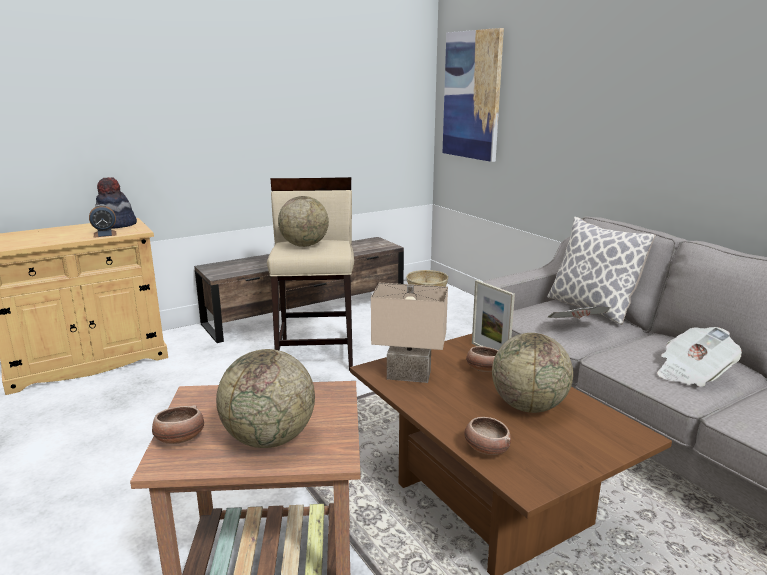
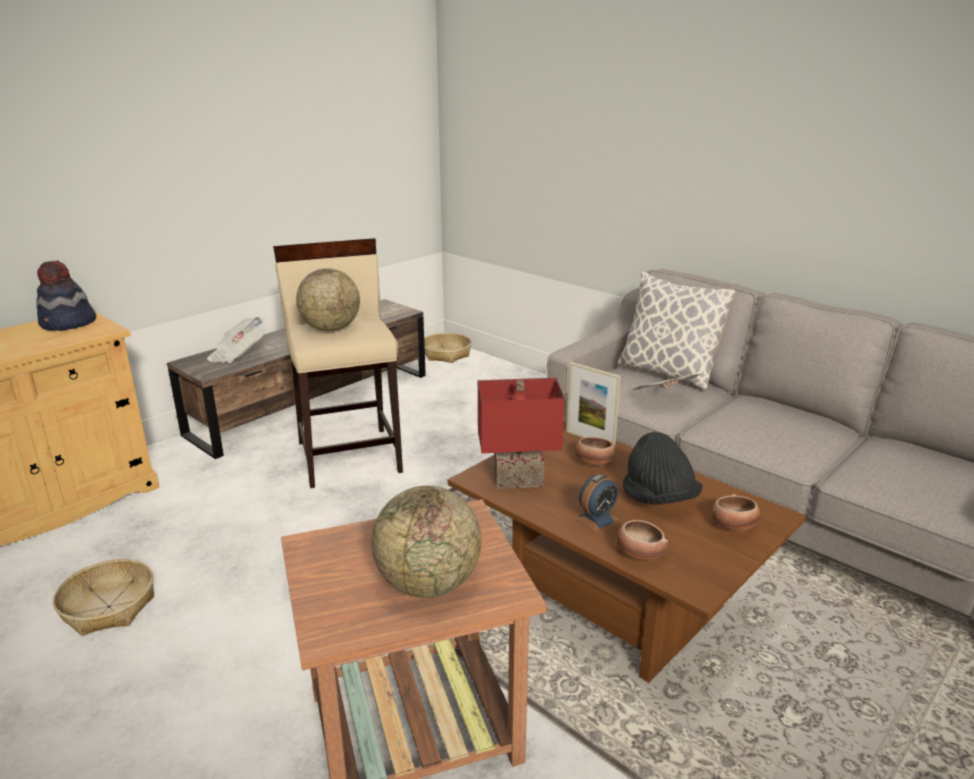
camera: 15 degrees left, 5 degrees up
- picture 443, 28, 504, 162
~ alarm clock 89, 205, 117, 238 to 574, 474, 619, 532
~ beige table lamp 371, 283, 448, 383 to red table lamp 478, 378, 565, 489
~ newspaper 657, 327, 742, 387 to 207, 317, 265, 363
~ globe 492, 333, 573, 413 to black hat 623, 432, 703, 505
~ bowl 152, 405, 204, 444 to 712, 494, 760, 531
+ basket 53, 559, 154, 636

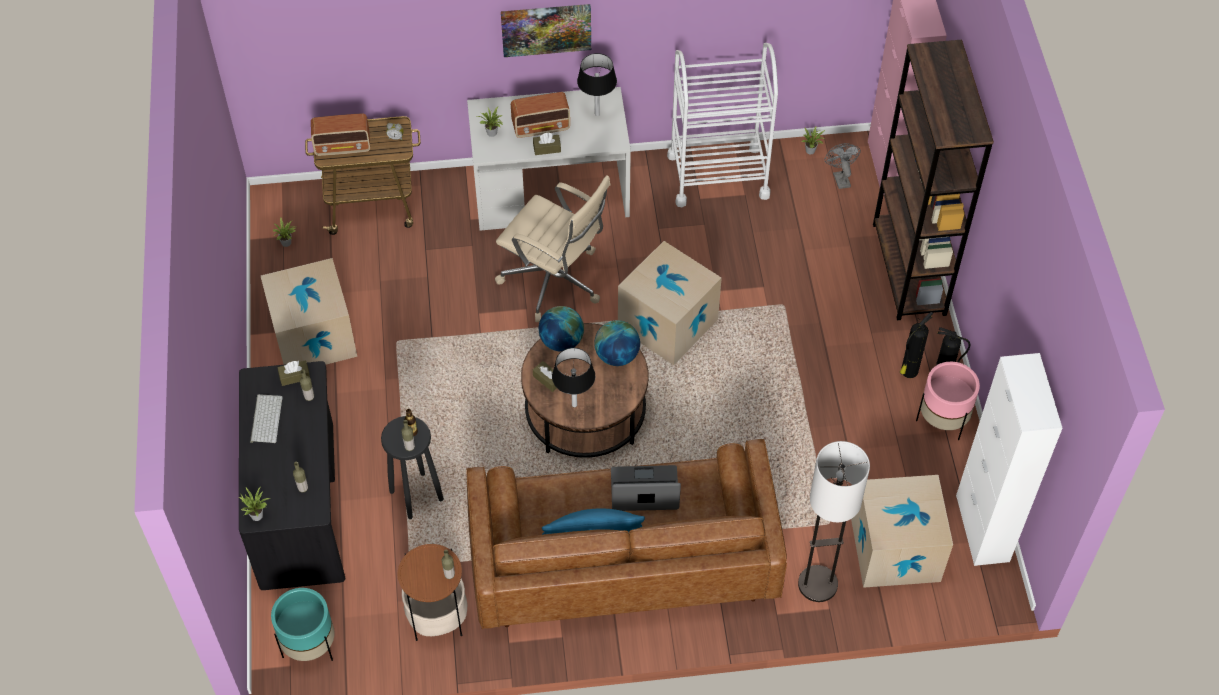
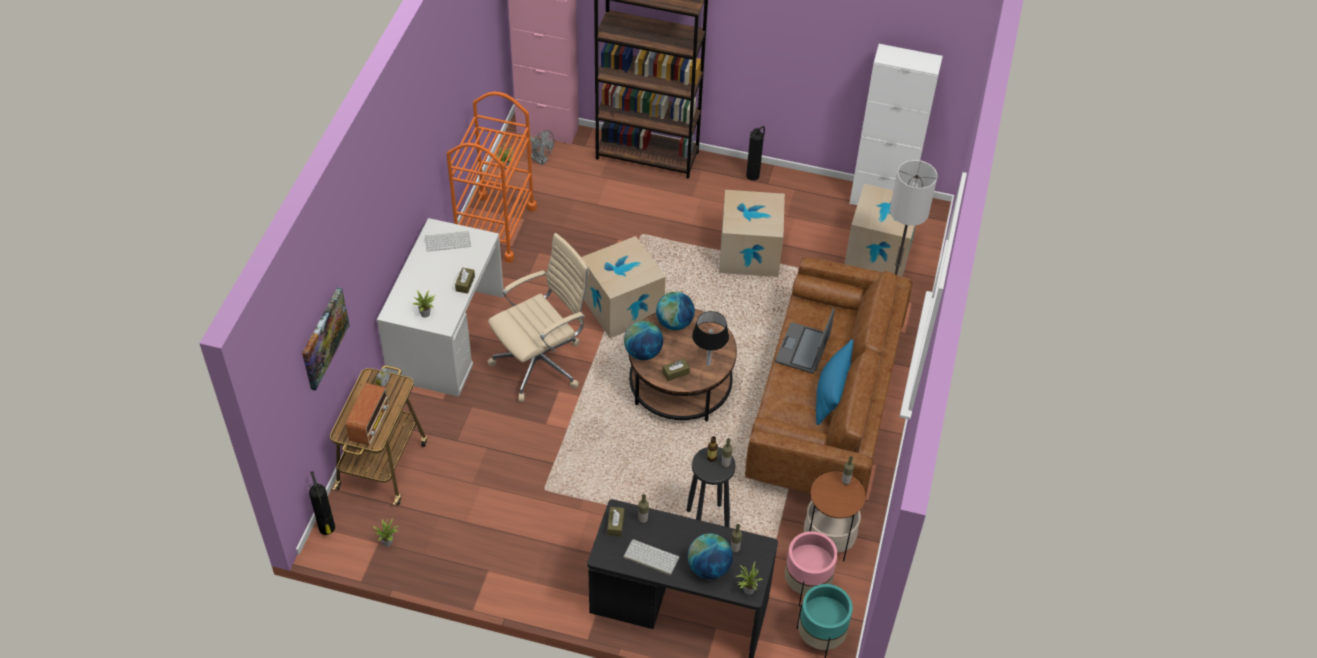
camera: 70 degrees left, 5 degrees down
~ picture 501, 4, 591, 57 to 302, 287, 350, 391
~ white cart 667, 43, 778, 207 to orange cart 447, 92, 537, 262
~ black table lamp 577, 53, 617, 116 to keyboard 425, 231, 471, 252
- radio 511, 92, 570, 138
~ grey fan 824, 143, 861, 189 = 530, 130, 554, 165 150 degrees counterclockwise
~ cardboard box 261, 258, 357, 365 to 719, 190, 785, 277
~ fire extinguisher 900, 312, 933, 378 to 309, 471, 335, 535
~ pink planter 916, 362, 980, 440 to 785, 531, 838, 606
+ globe 688, 533, 733, 579

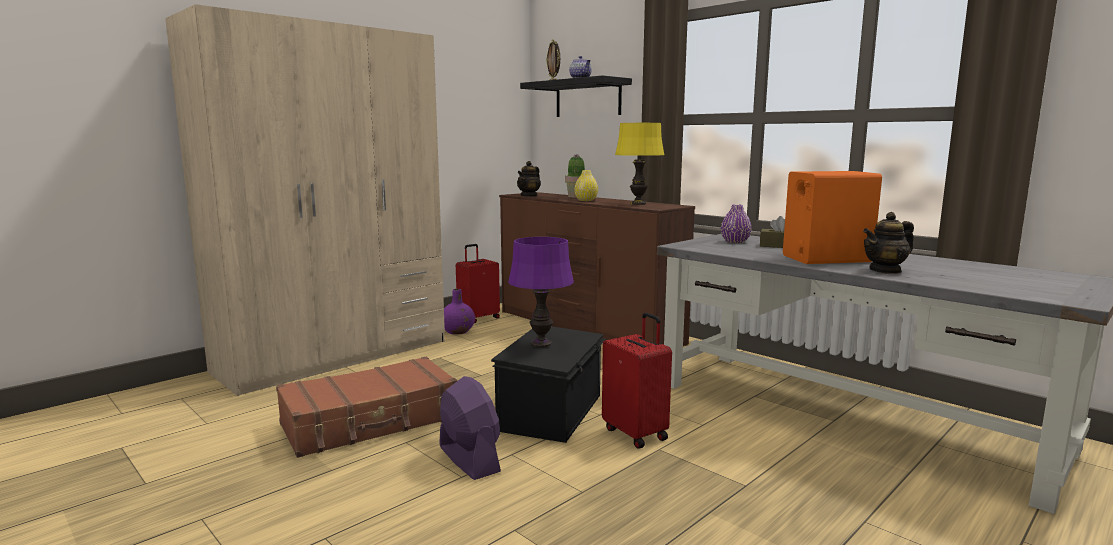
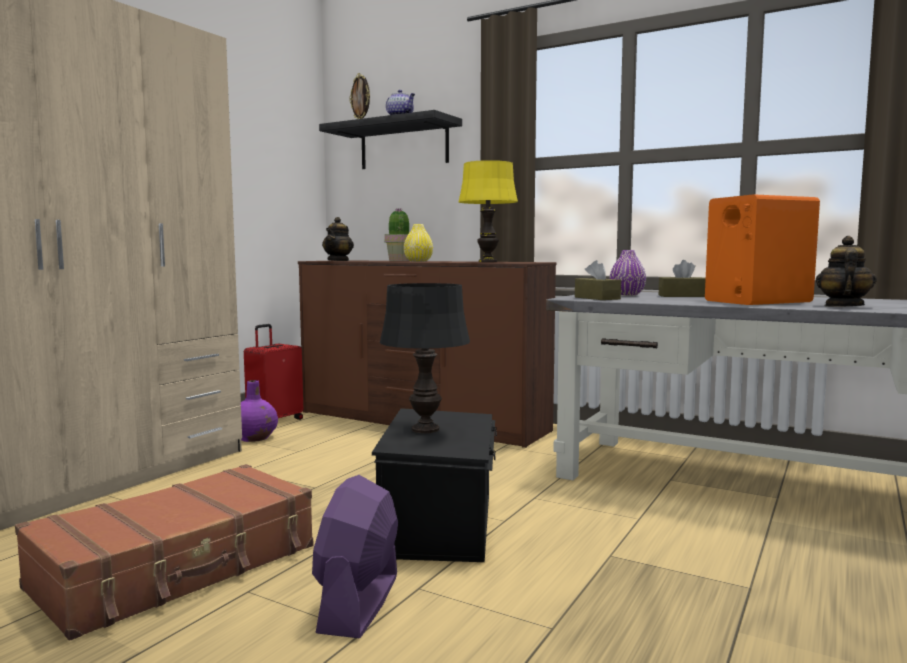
camera: 15 degrees left, 5 degrees down
~ teapot 863, 212, 914, 274 = 816, 236, 877, 307 150 degrees clockwise
~ purple table lamp 508, 237, 574, 347 to black table lamp 380, 283, 470, 433
- red suitcase 602, 313, 672, 449
~ purple fan 439, 376, 501, 480 = 312, 475, 398, 638 120 degrees counterclockwise
+ brown tissue box 575, 260, 621, 300

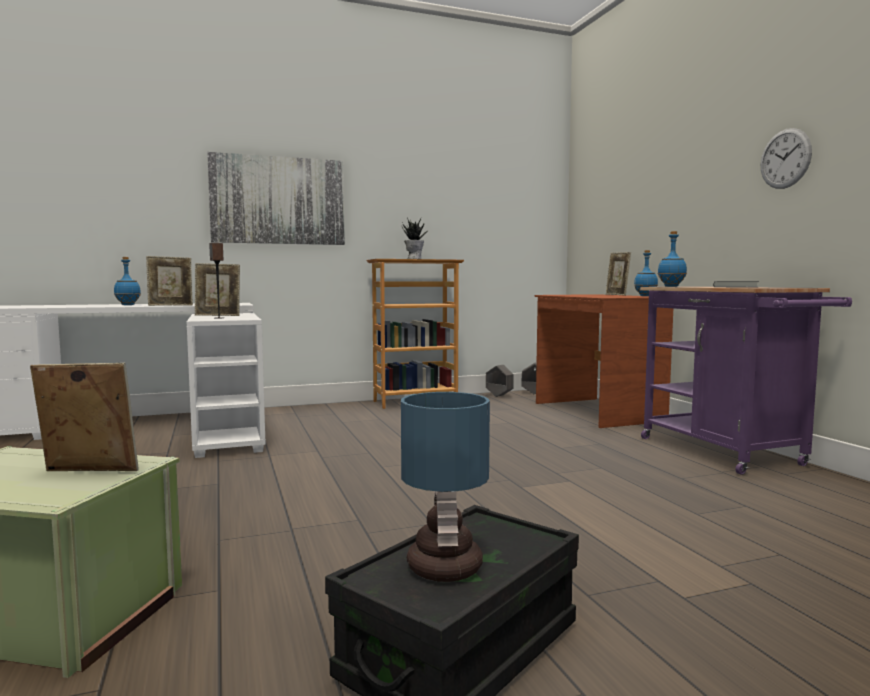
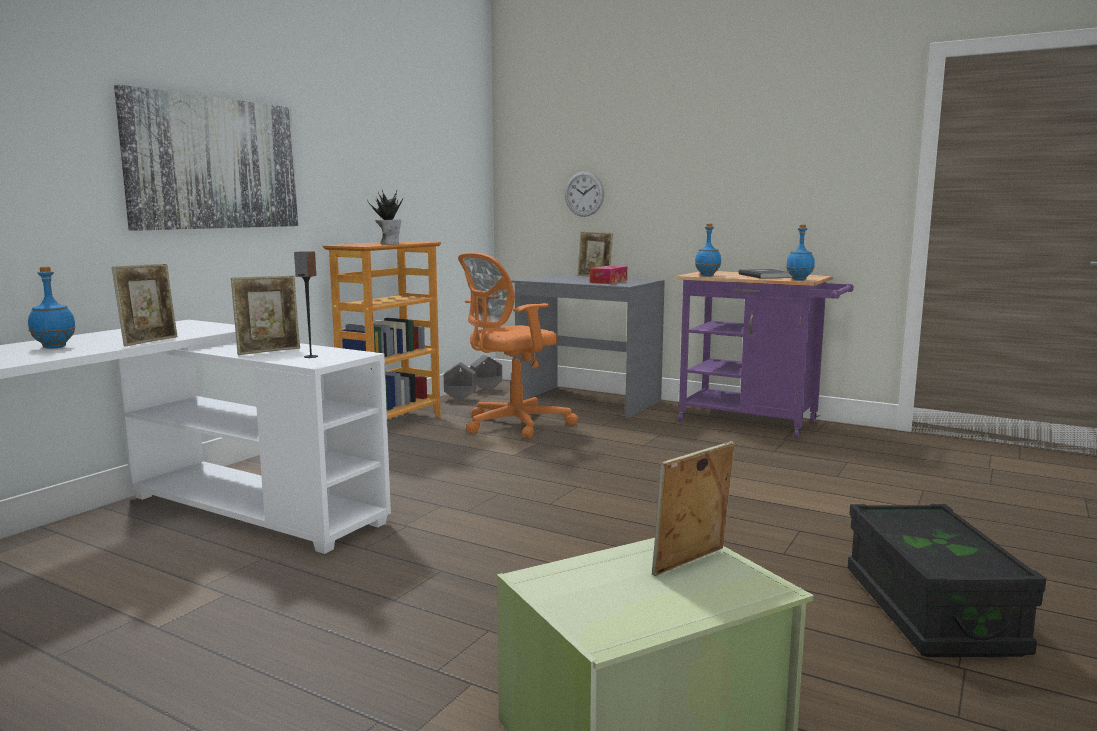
camera: 40 degrees left, 5 degrees up
~ wall clock 761, 128, 812, 189 to 565, 171, 604, 217
~ blue bottle 634, 250, 658, 296 to 786, 225, 815, 280
~ brown desk 535, 294, 673, 428 to grey desk 511, 274, 665, 418
- table lamp 401, 392, 490, 582
+ orange office chair 458, 252, 578, 438
+ tissue box 590, 266, 627, 284

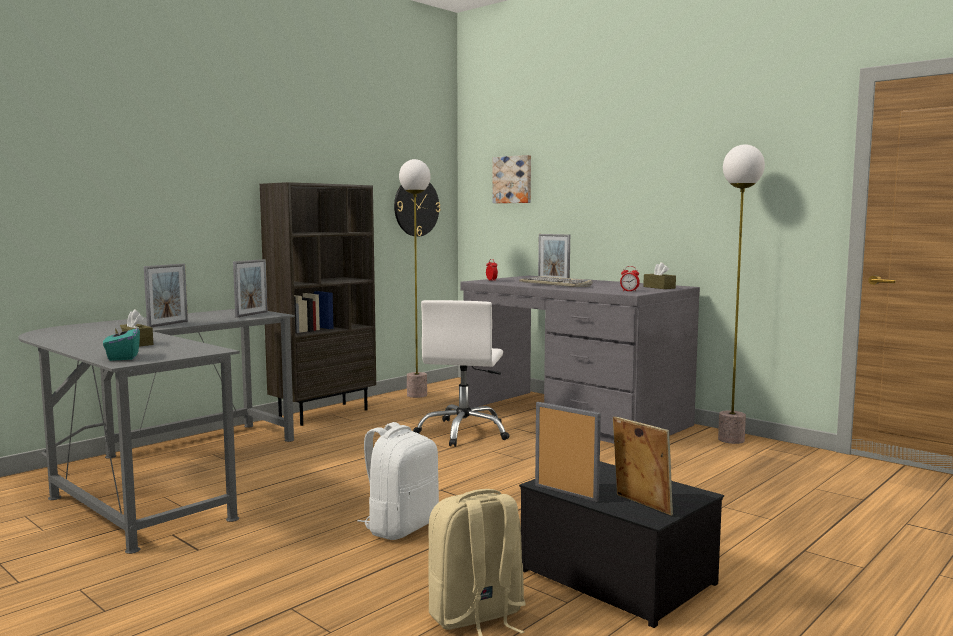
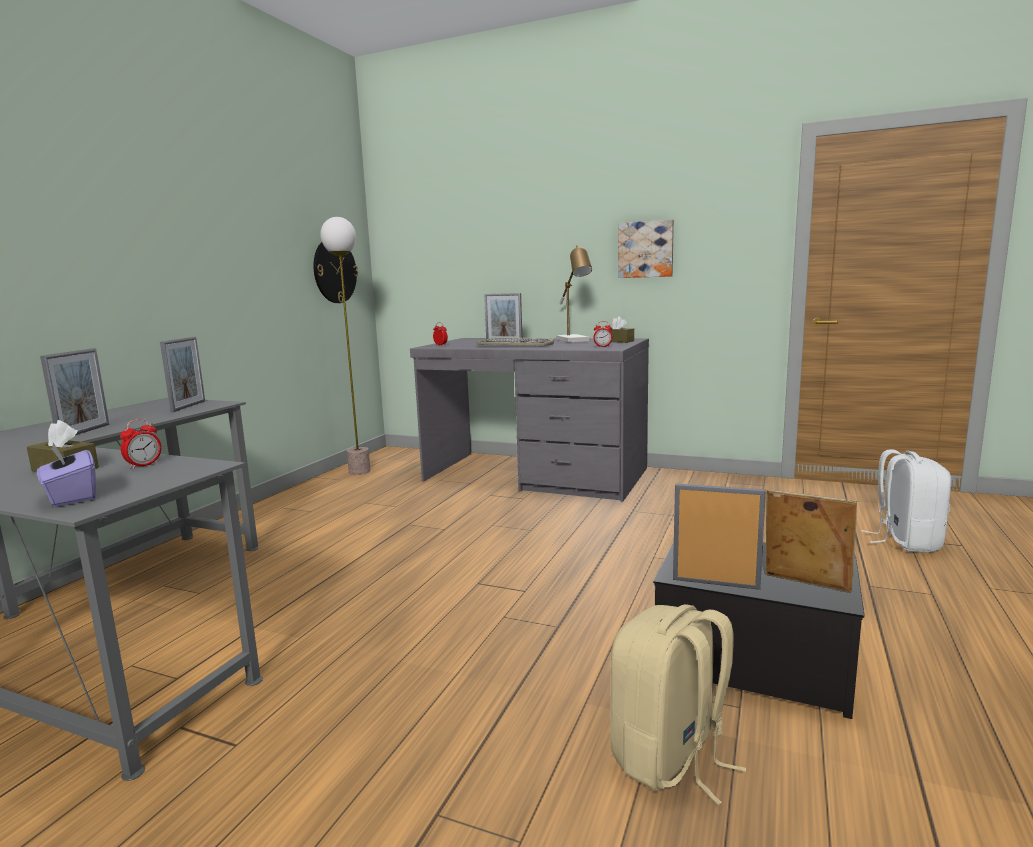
camera: 20 degrees left, 5 degrees up
- floor lamp 718, 144, 765, 444
~ picture 492, 155, 531, 203 to 618, 219, 674, 278
- brown bookcase 260, 182, 376, 426
- white office chair 413, 300, 510, 447
~ turquoise tissue box 103, 321, 140, 361 to purple tissue box 37, 443, 96, 507
~ white backpack 357, 422, 439, 540 to 861, 450, 952, 553
+ table lamp 556, 245, 592, 343
+ alarm clock 120, 419, 161, 469

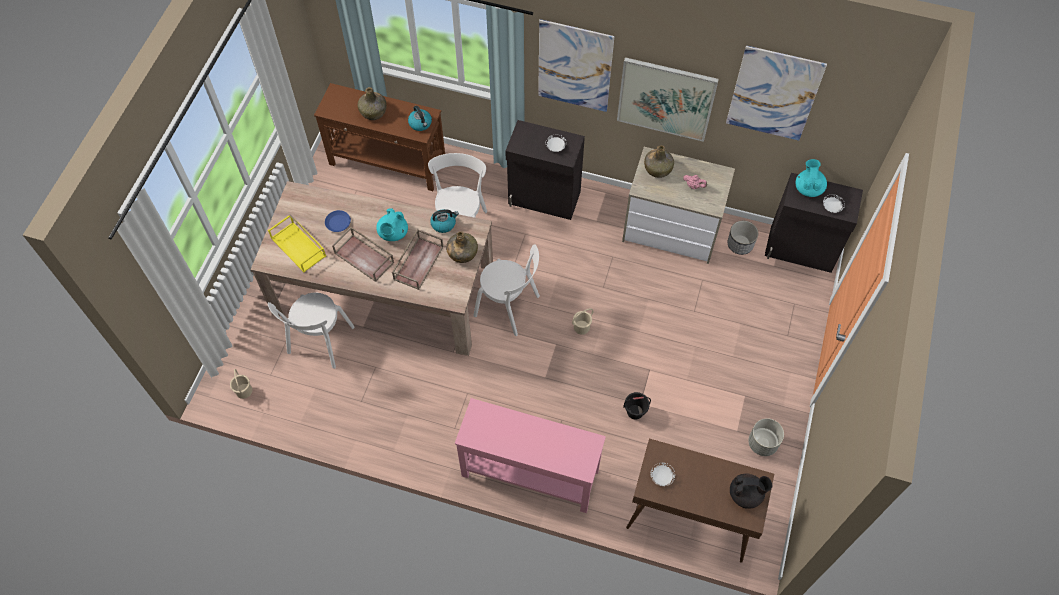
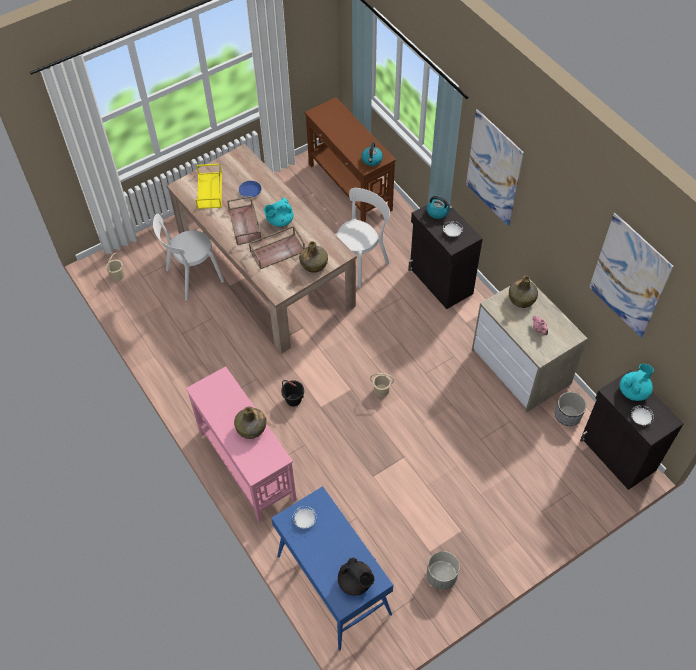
camera: 40 degrees right, 5 degrees down
- picture 617, 57, 719, 142
~ green bottle 358, 87, 386, 120 to 234, 406, 267, 439
~ kettle 430, 209, 459, 233 to 427, 196, 452, 219
- white chair 473, 244, 540, 336
~ black bucket 623, 392, 651, 420 to 281, 380, 304, 406
~ brown console table 626, 438, 774, 563 to blue console table 271, 486, 393, 650

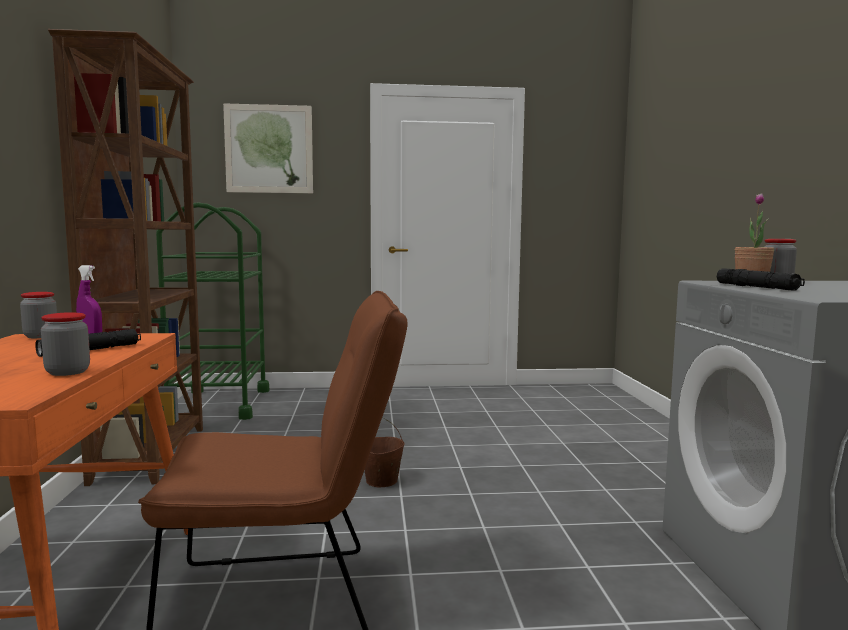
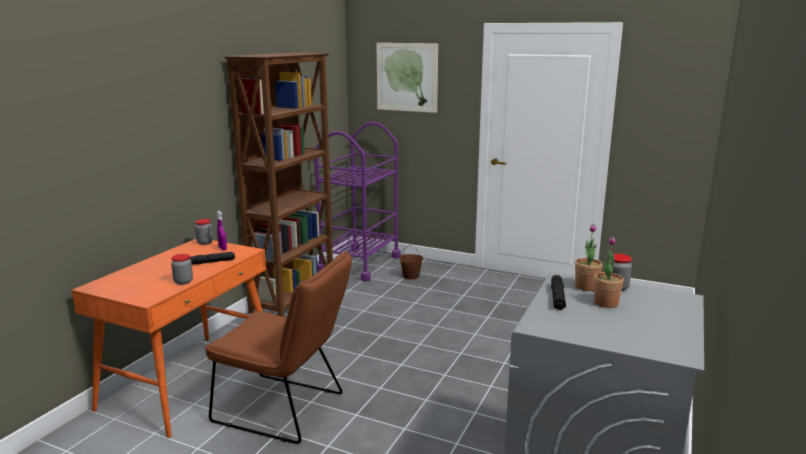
camera: 30 degrees right, 10 degrees up
~ green cart 156, 202, 269, 420 to purple cart 315, 122, 401, 281
~ brown bucket 365, 417, 405, 487 to 400, 245, 423, 280
+ potted plant 594, 236, 624, 308

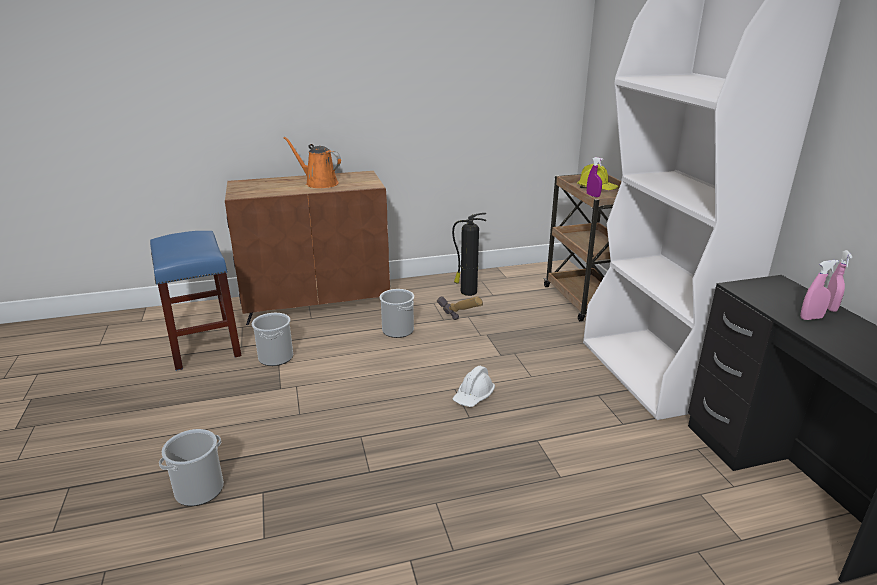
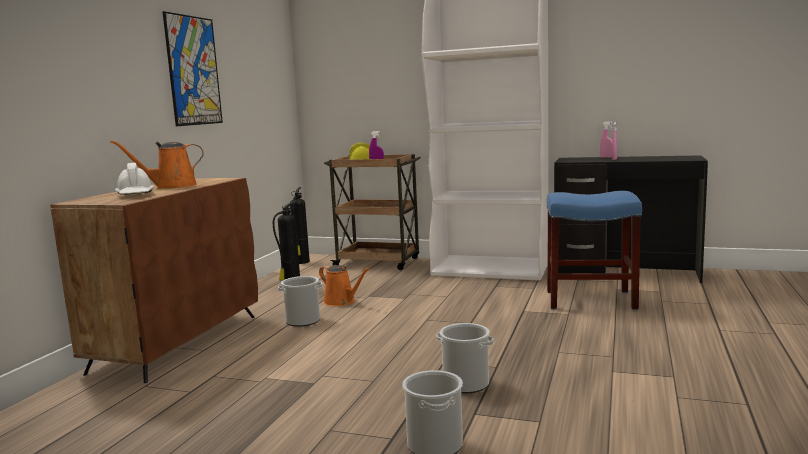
camera: 55 degrees left, 15 degrees down
~ blue stool 150, 231, 242, 371 to 547, 191, 642, 310
~ hammer 437, 296, 483, 320 to orange watering can 319, 265, 370, 306
~ bucket 252, 313, 293, 366 to 436, 323, 494, 393
~ white hard hat 453, 366, 495, 407 to 115, 163, 154, 195
+ picture 163, 11, 223, 126
+ fire extinguisher 290, 187, 310, 264

